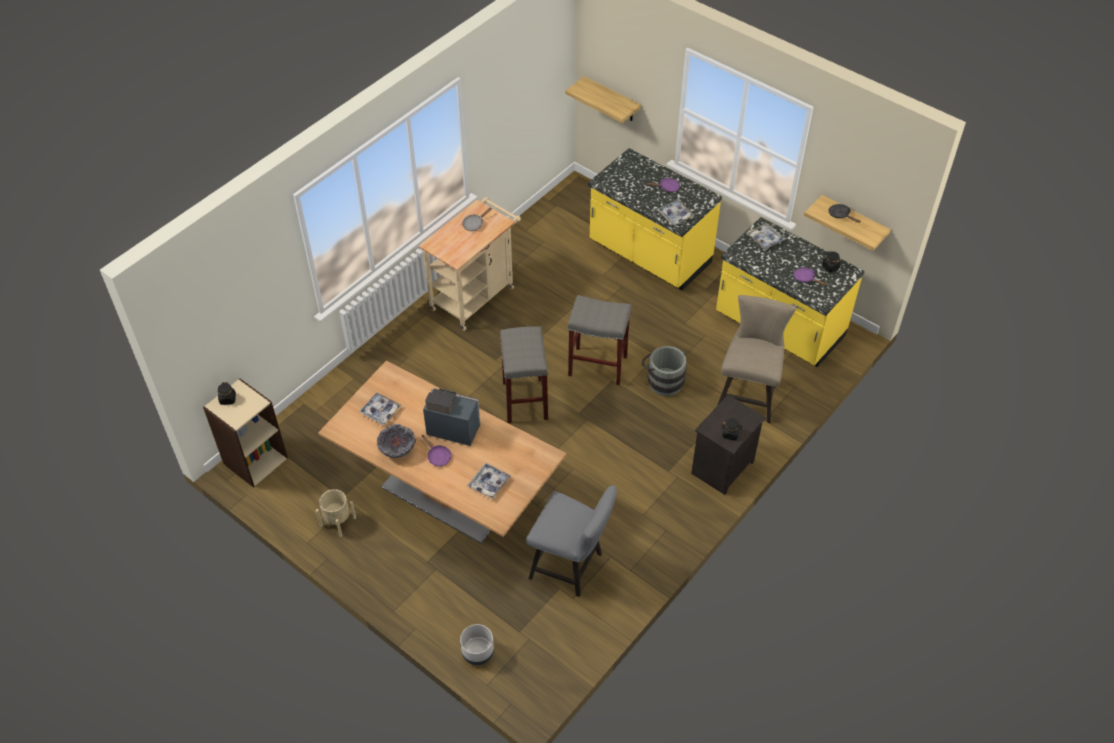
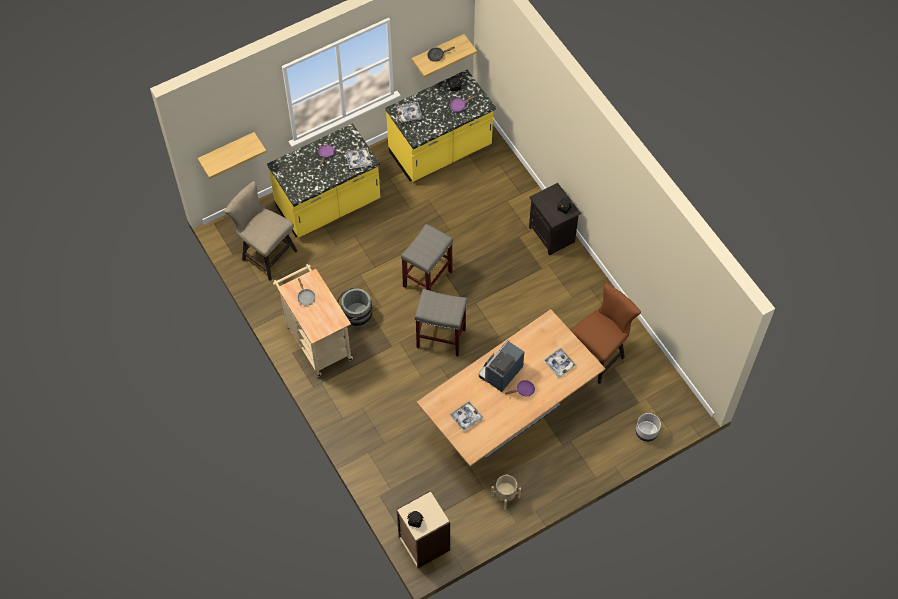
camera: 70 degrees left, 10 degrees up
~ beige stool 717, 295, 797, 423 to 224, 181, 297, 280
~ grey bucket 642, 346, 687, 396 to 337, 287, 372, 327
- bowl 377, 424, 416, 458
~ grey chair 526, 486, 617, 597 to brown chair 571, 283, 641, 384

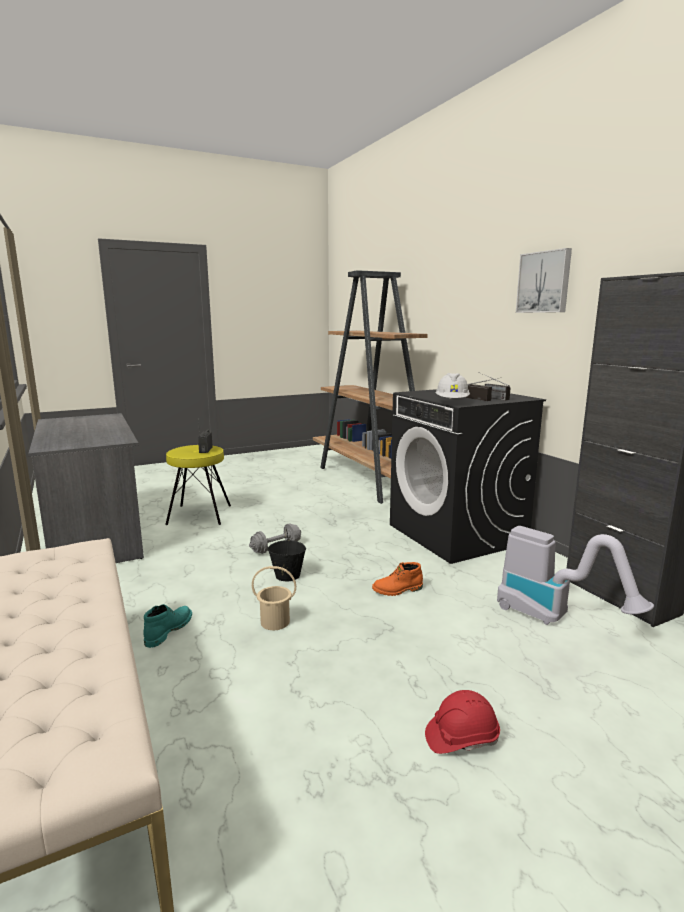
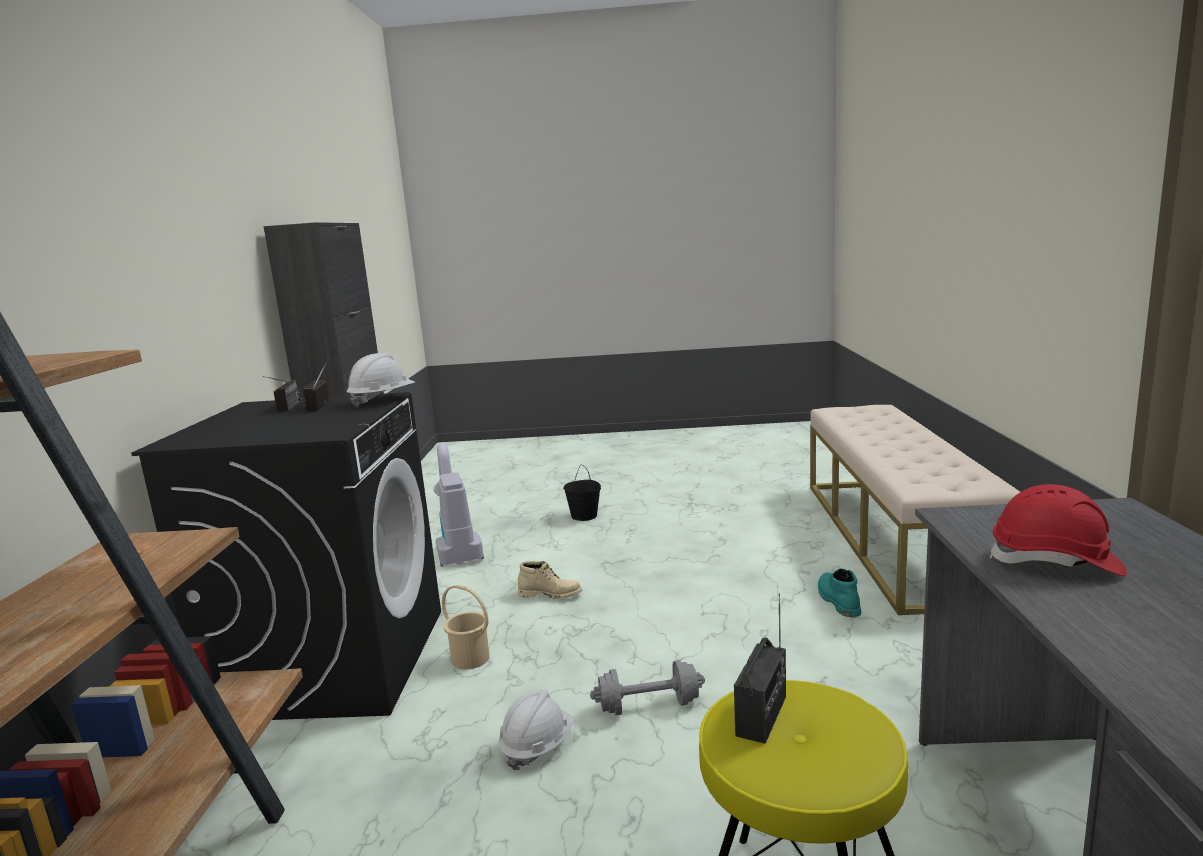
camera: 150 degrees left, 0 degrees up
- picture 516, 248, 572, 313
~ black bucket 267, 529, 306, 581 to 563, 465, 601, 521
~ orange boot 372, 562, 423, 596 to beige boot 518, 561, 582, 599
~ beige bucket 252, 566, 296, 630 to 442, 585, 490, 670
~ turquoise boot 144, 604, 192, 648 = 818, 568, 861, 617 120 degrees clockwise
~ red hard hat 425, 690, 500, 754 to 989, 484, 1127, 576
+ white hard hat 499, 689, 575, 771

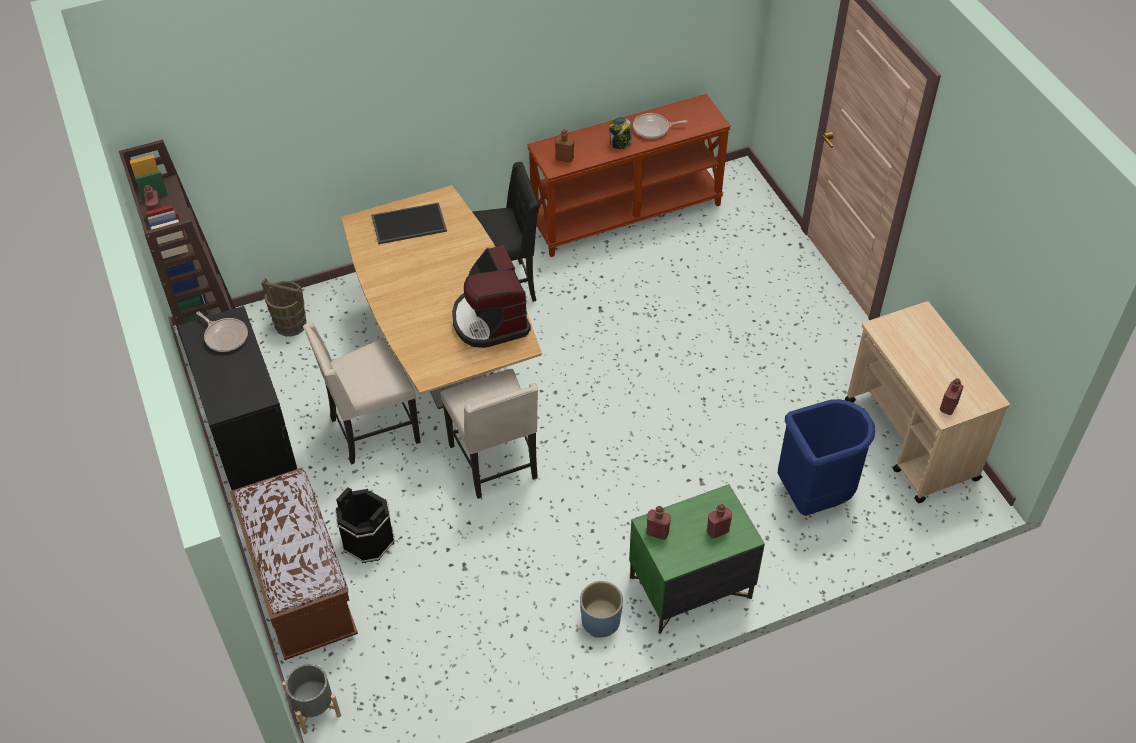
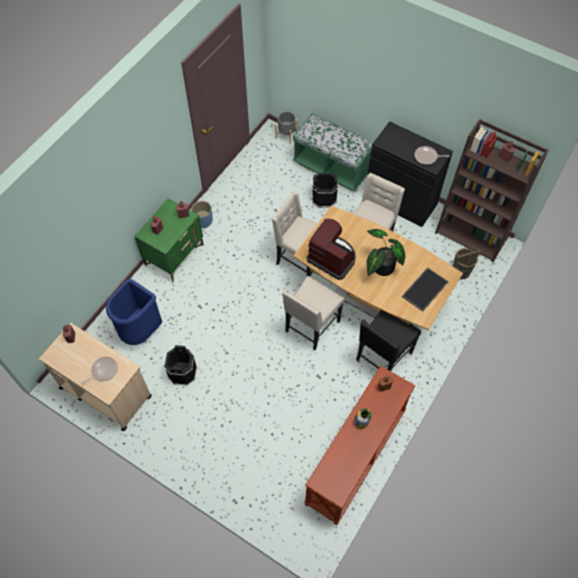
camera: 145 degrees right, 10 degrees up
~ frying pan 633, 113, 688, 139 to 81, 357, 118, 385
~ brown bench 230, 468, 358, 660 to green bench 293, 113, 373, 191
+ potted plant 367, 229, 405, 276
+ beige chair 282, 276, 344, 350
+ black bucket 164, 345, 197, 385

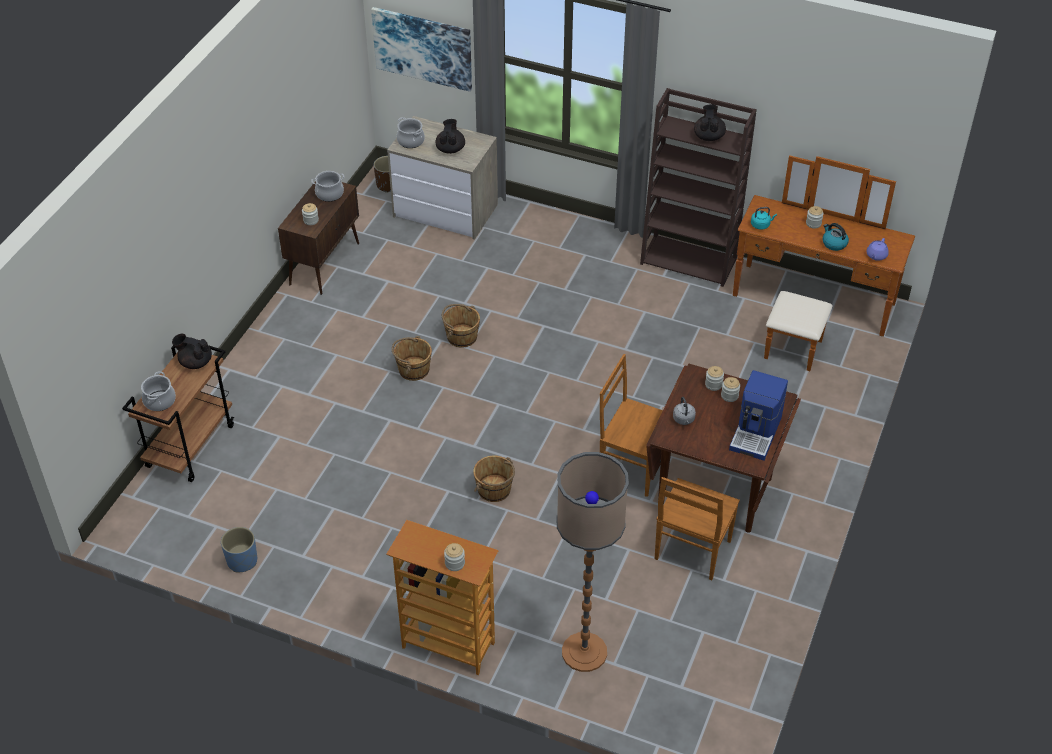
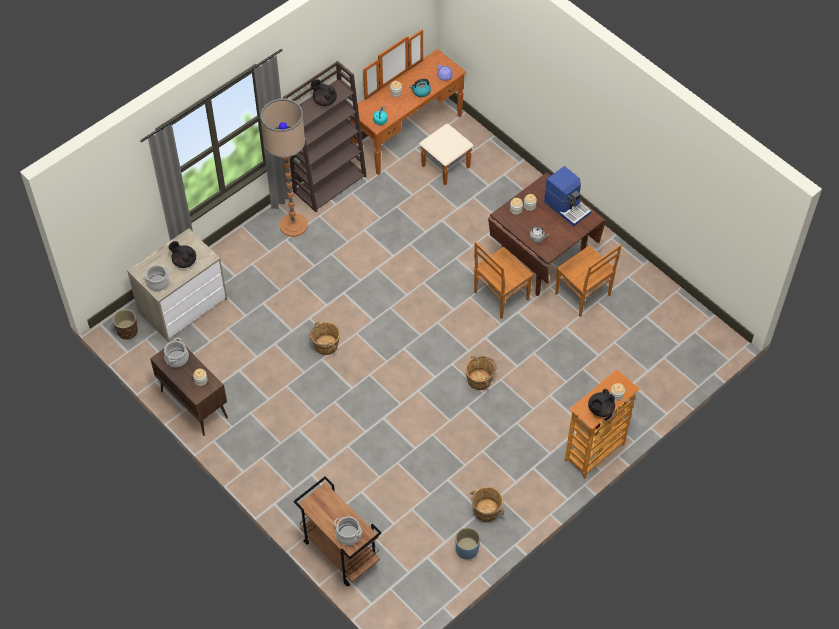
camera: 65 degrees left, 10 degrees up
- picture 371, 7, 472, 92
~ black teapot 172, 334, 212, 369 to 588, 389, 615, 417
~ brown bucket 392, 336, 432, 381 to 470, 487, 505, 522
~ floor lamp 556, 452, 629, 672 to 260, 99, 308, 237

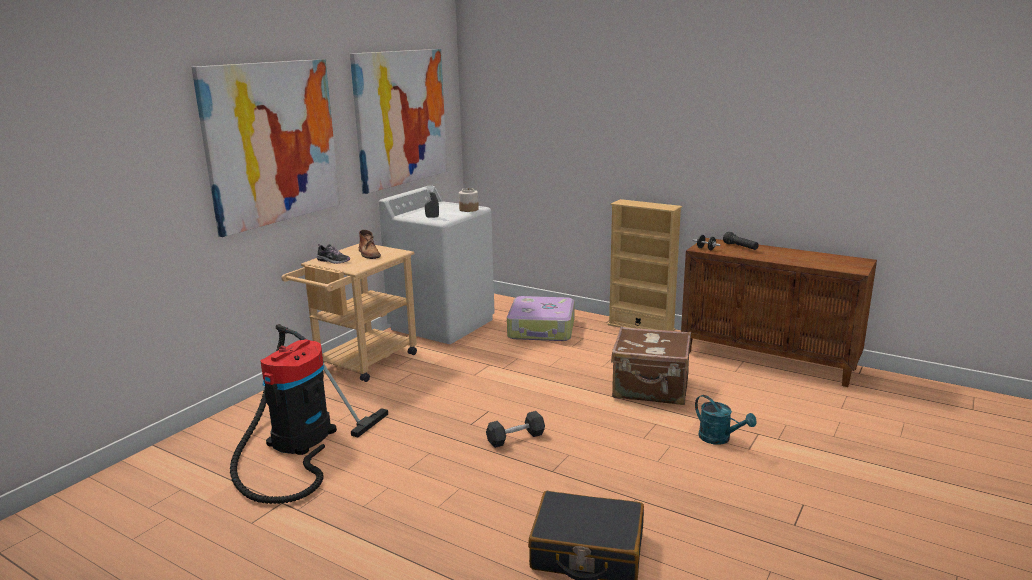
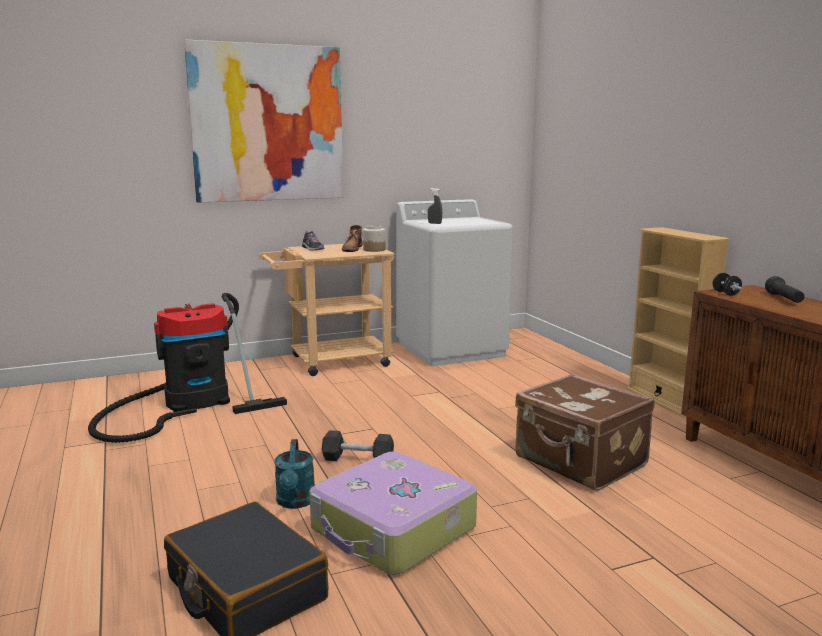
camera: 35 degrees right, 5 degrees down
- picture 350, 49, 447, 194
~ jar 459, 188, 479, 212 to 363, 225, 385, 252
~ suitcase 507, 296, 575, 341 to 309, 452, 477, 575
~ turquoise watering can 695, 395, 757, 445 to 274, 439, 315, 509

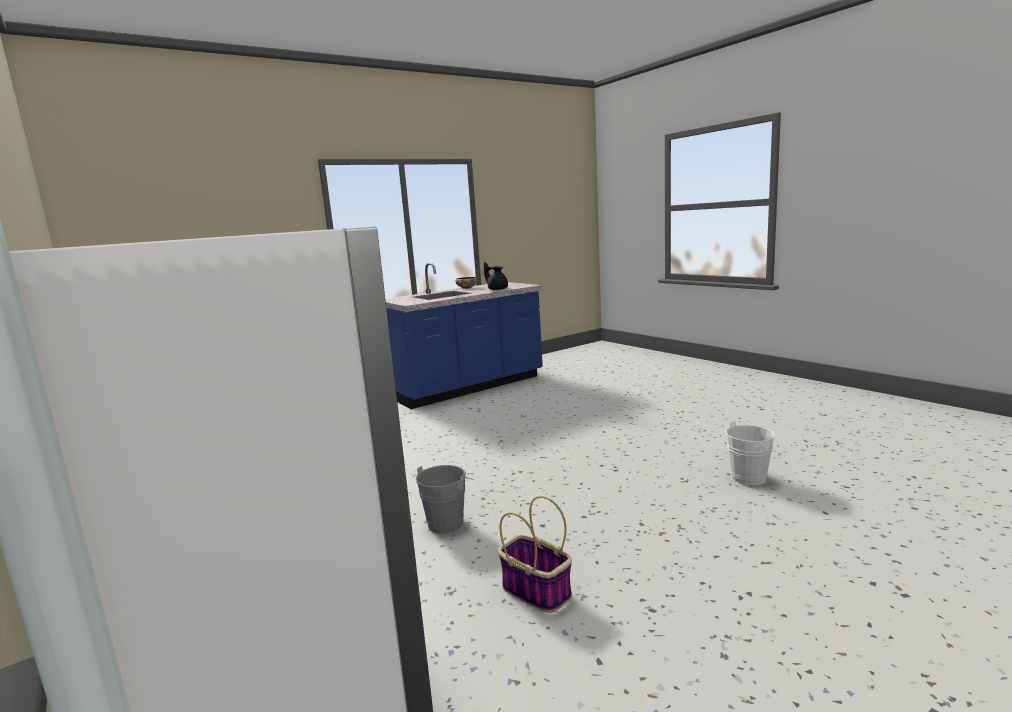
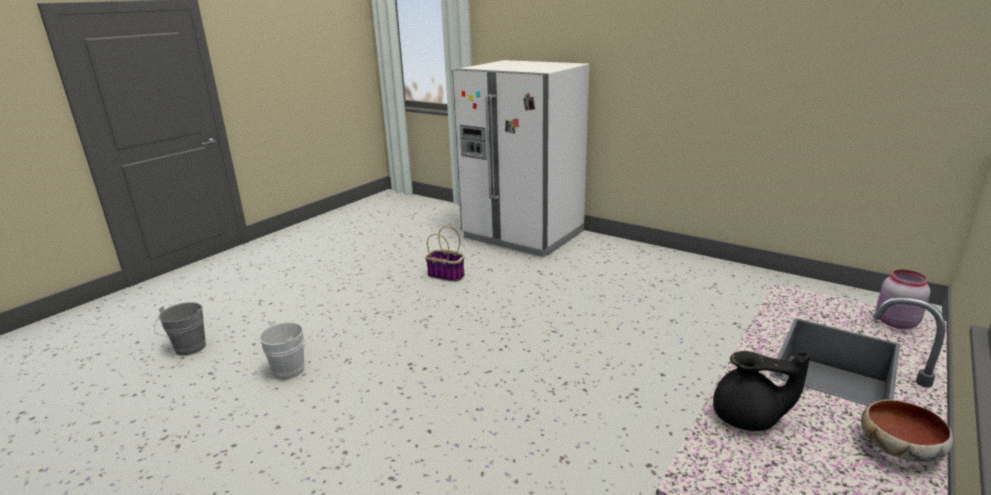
camera: 160 degrees right, 10 degrees up
~ grey bucket 416, 465, 473, 534 to 154, 302, 206, 356
+ pink jar 876, 269, 930, 329

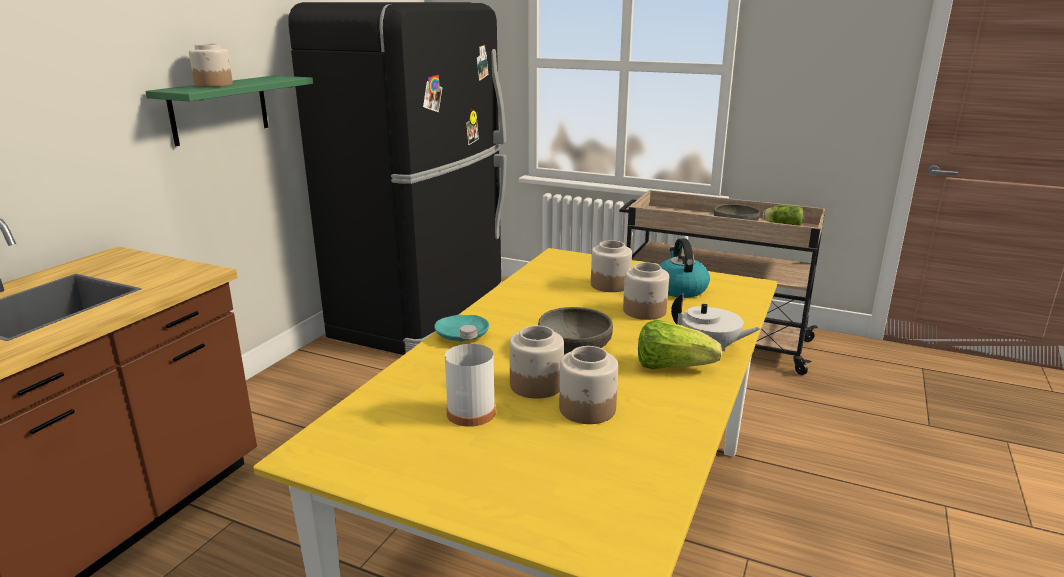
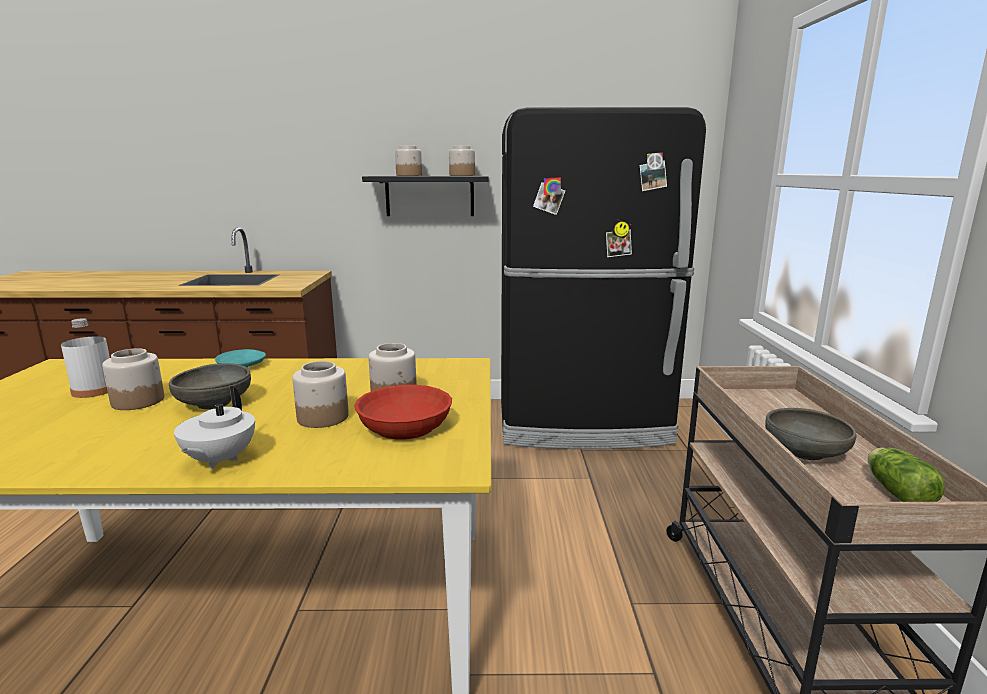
camera: 65 degrees right, 5 degrees down
~ green shelf 145, 76, 313, 146 to black shelf 362, 176, 488, 216
~ kettle 659, 238, 710, 298 to red bowl 354, 385, 452, 440
- lettuce 638, 320, 722, 369
~ jar 559, 346, 618, 424 to 449, 146, 475, 176

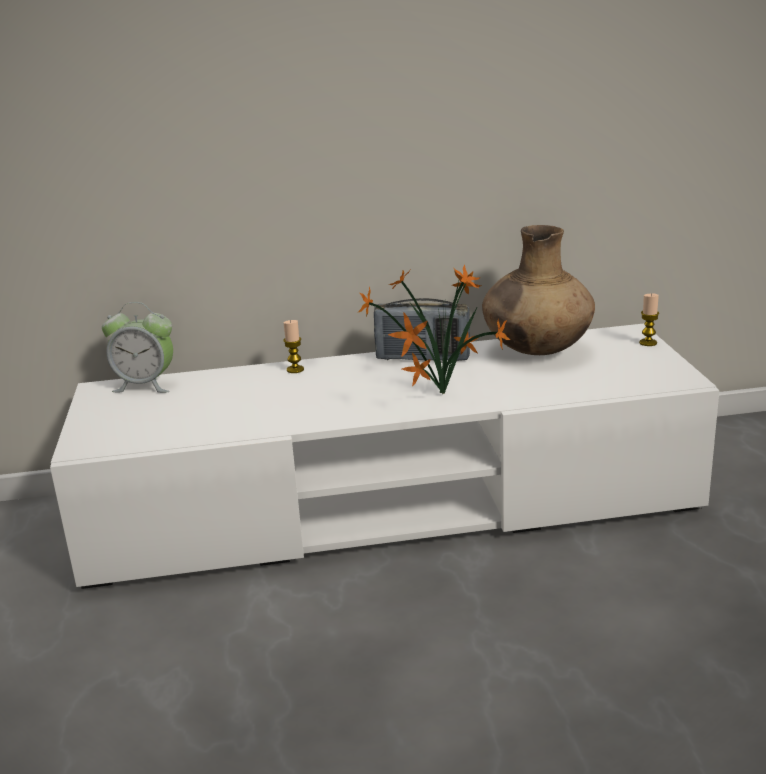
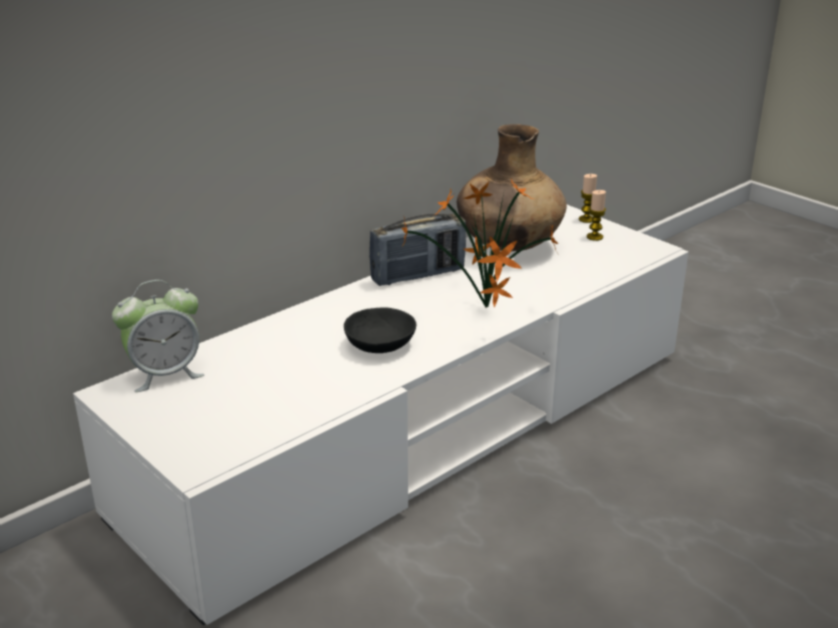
camera: 35 degrees left, 5 degrees up
~ candle 284, 320, 304, 373 to 587, 190, 606, 241
+ black bowl 344, 307, 416, 353

